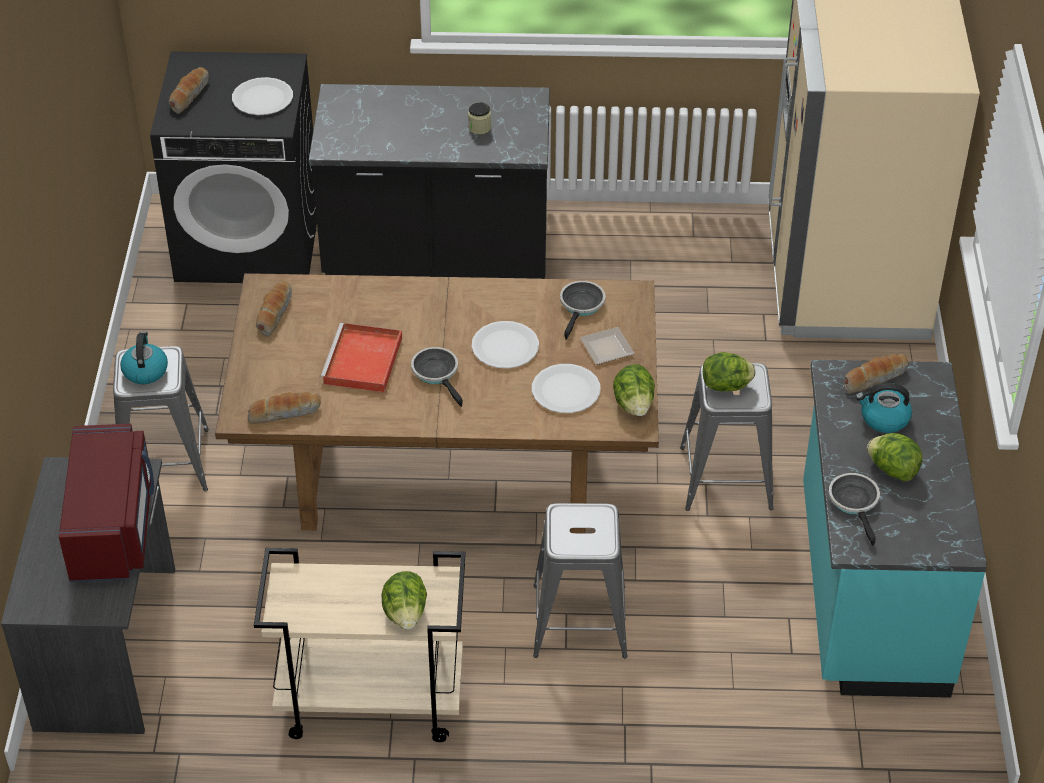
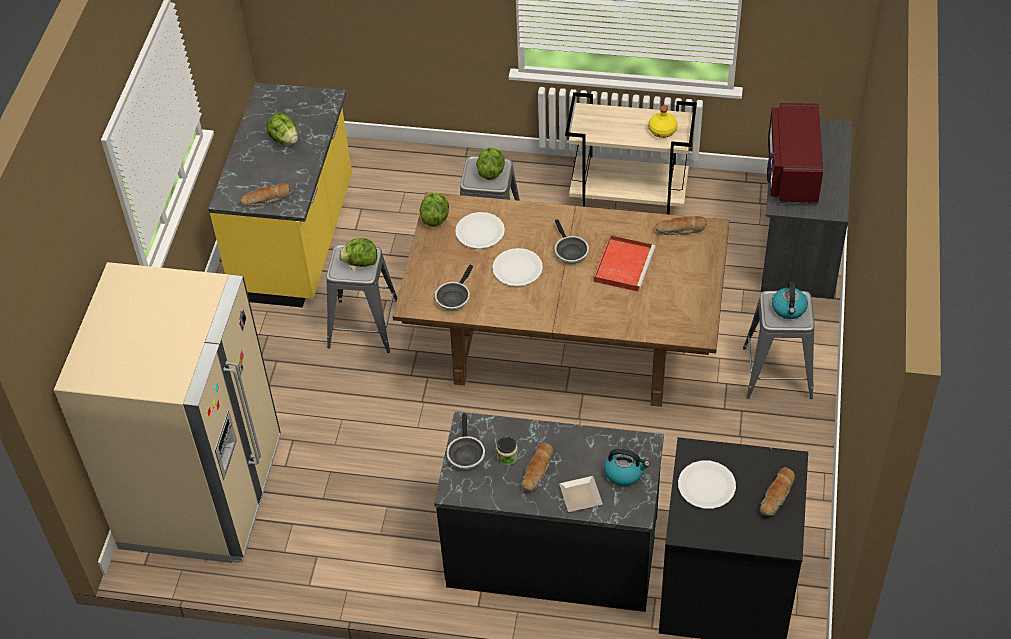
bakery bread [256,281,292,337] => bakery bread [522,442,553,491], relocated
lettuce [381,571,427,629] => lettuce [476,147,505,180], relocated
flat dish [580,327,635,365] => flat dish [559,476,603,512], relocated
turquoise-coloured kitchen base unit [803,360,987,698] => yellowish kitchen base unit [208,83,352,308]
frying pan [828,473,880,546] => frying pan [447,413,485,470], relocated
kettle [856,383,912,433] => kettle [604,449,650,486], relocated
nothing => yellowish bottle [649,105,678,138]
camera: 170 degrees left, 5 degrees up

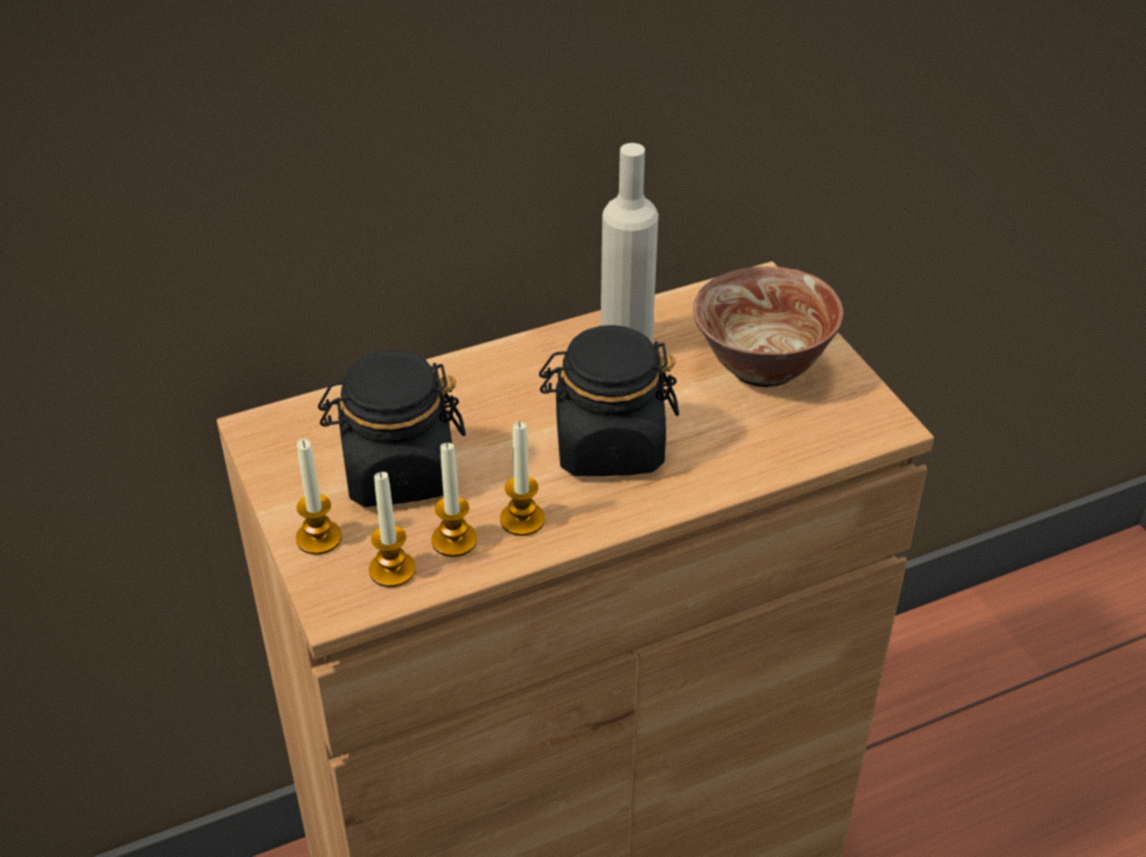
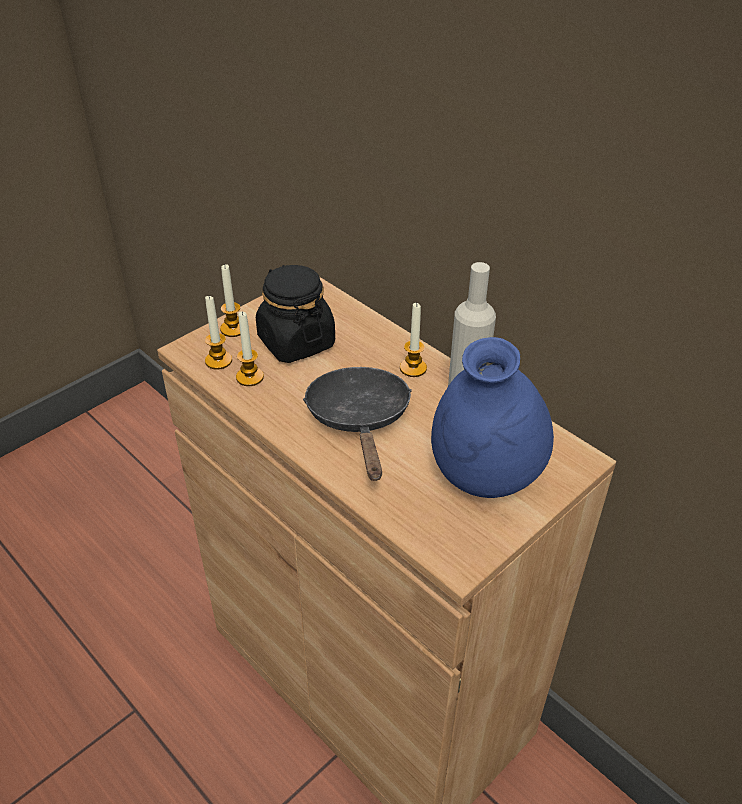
wax candle [500,422,545,536] => wax candle [400,303,427,377], relocated
black preserve jar [539,325,679,476] => black frying pan [303,367,412,481]
deep dish [693,266,844,387] => blue decorative vase [431,337,554,498]
camera: 70 degrees right, 0 degrees up

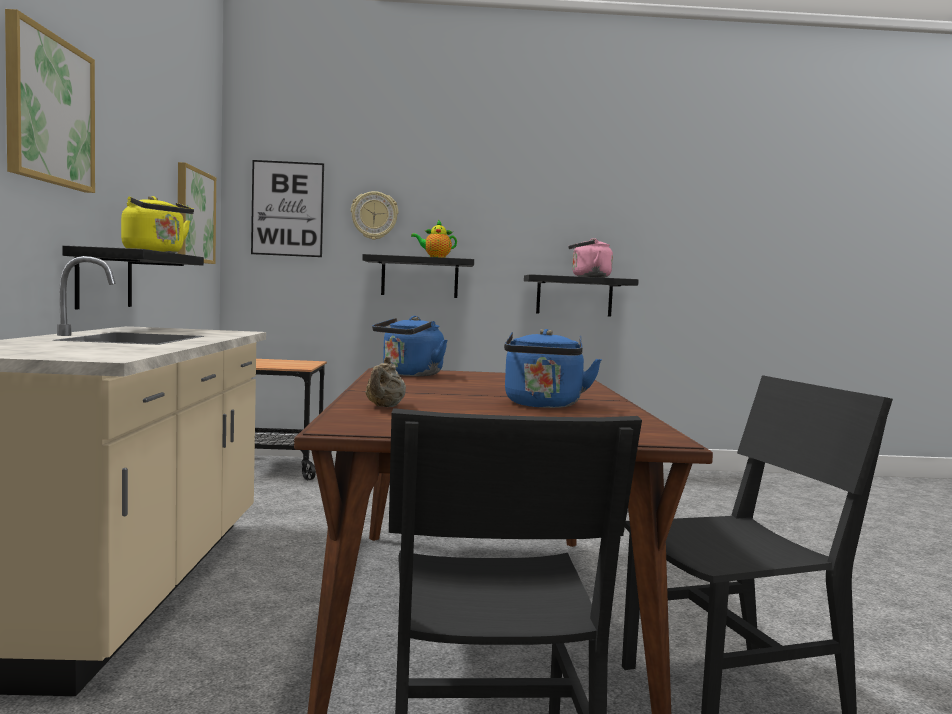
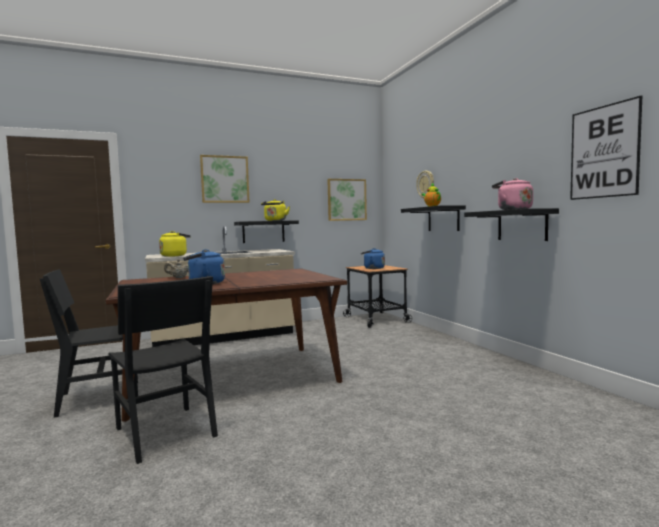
picture [251,160,324,257] => picture [570,95,642,200], relocated
blue kettle [372,316,448,376] => blue kettle [361,248,385,269], relocated
nothing => yellowish kettle [159,231,191,257]
camera: 70 degrees right, 0 degrees up

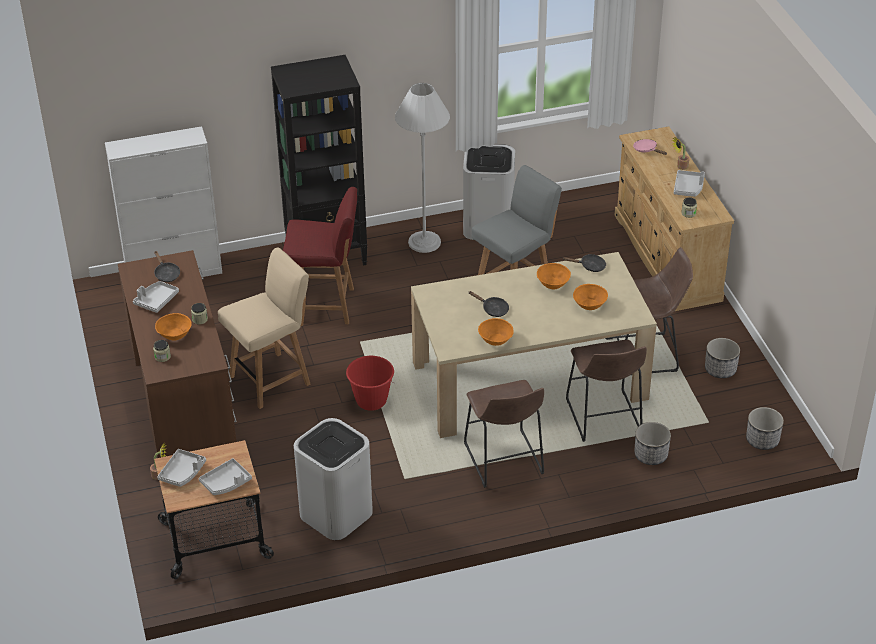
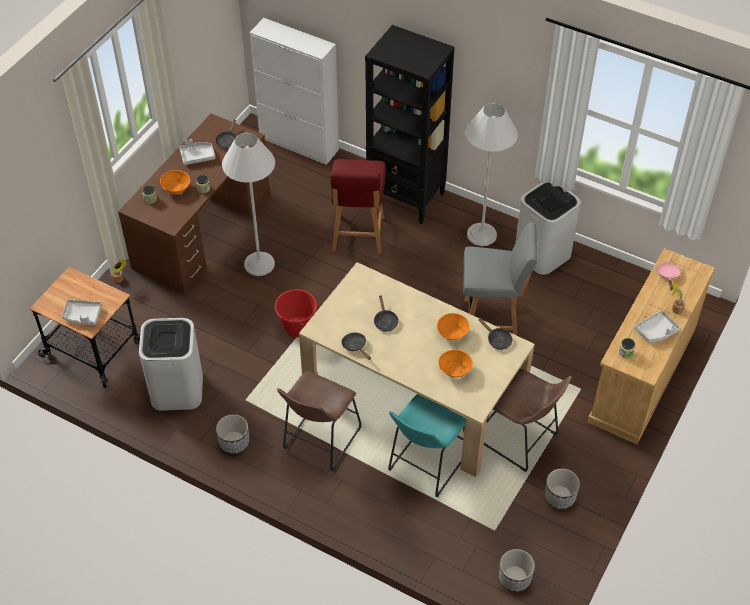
grey serving tray [157,449,206,487] => nothing
beige chair [218,247,310,409] => white-coloured standard lamp [222,132,275,276]
red chair [283,187,357,324] => red chair [330,159,386,253], 45 degrees clockwise
orange-coloured deep dish [478,318,514,346] => black frying pan [342,333,371,360]
brown-coloured stool seat [566,340,647,442] => turquoise-coloured stool seat [388,394,465,497]
plant pot [634,422,671,465] => plant pot [216,414,249,454], relocated
camera: 45 degrees right, 10 degrees up

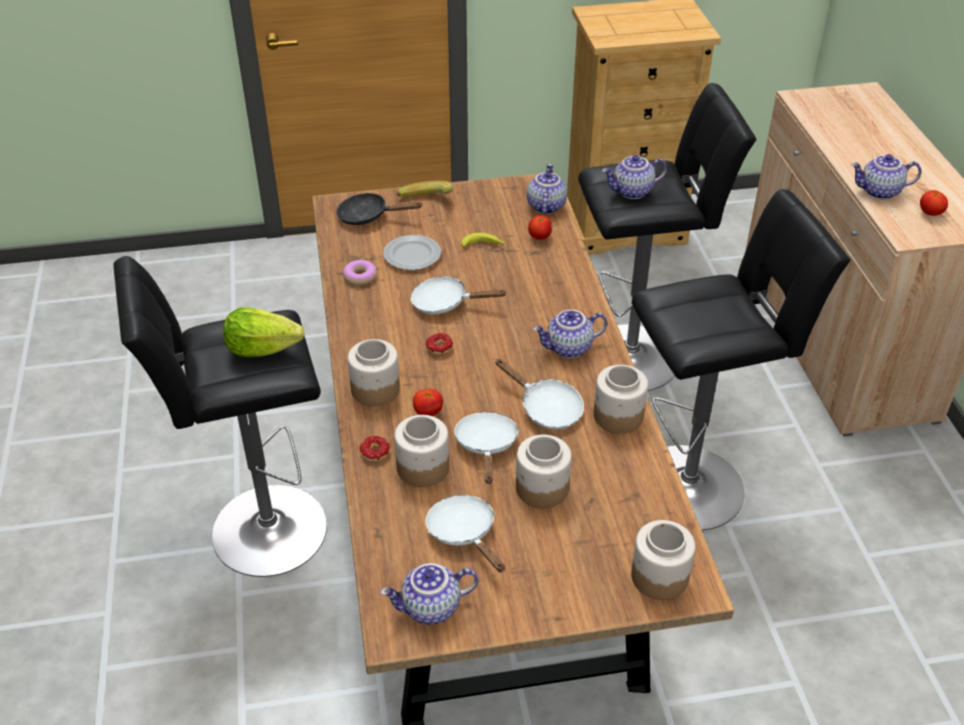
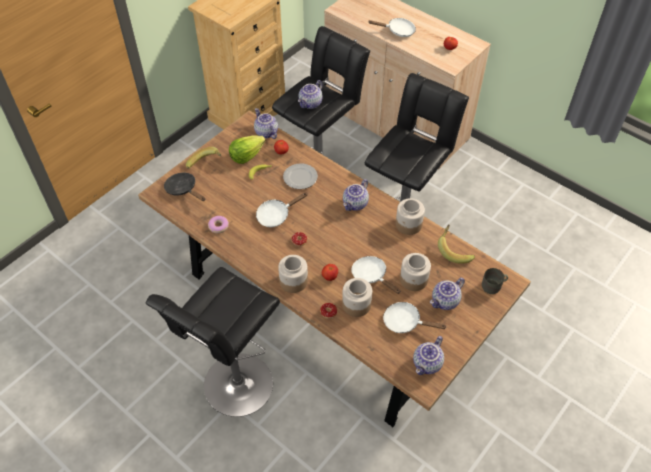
lettuce [223,307,304,357] => lettuce [229,135,265,164], relocated
black frying pan [336,193,423,225] => black frying pan [164,172,205,201], 75 degrees clockwise
flat dish [383,235,442,270] => flat dish [283,163,318,189], relocated
white-coloured frying pan [496,359,584,429] => white-coloured frying pan [369,18,416,37], relocated
preserve jar [631,520,695,600] => grey mug [482,268,508,294]
tea pot [851,154,921,200] => tea pot [430,278,465,310], relocated
nothing => banana [438,224,475,264]
camera: 40 degrees left, 10 degrees up

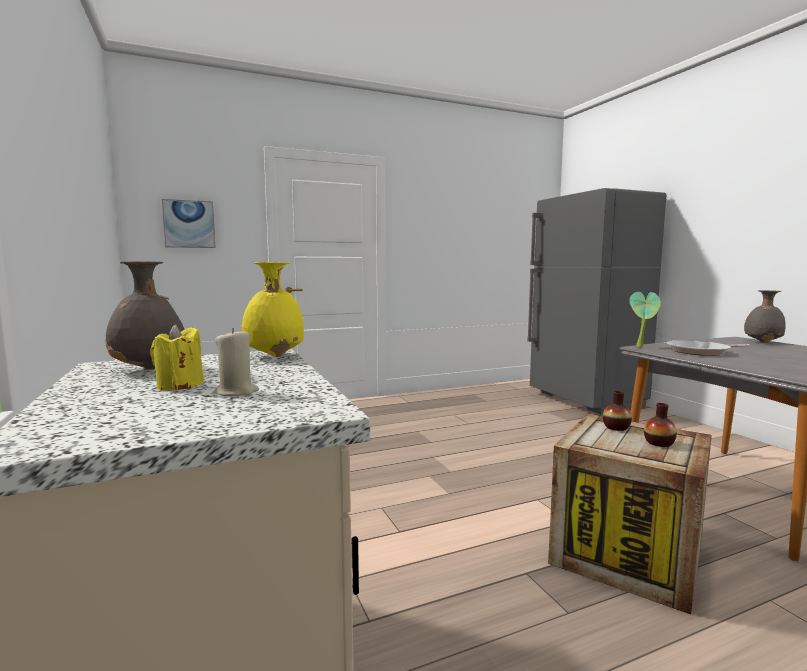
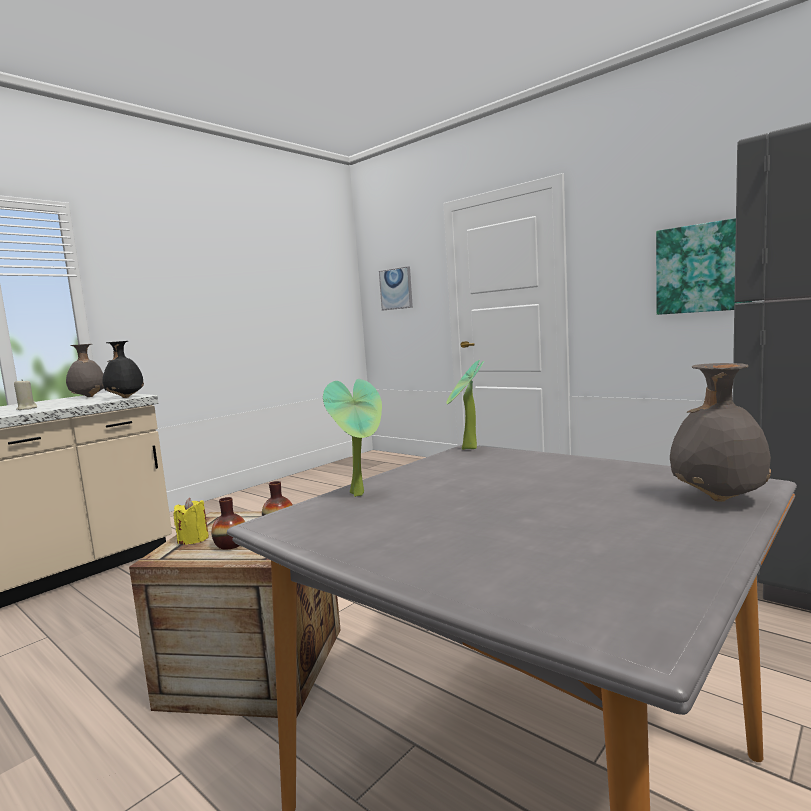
yellowish wax candle [150,324,204,390] => yellowish wax candle [174,498,209,544], relocated
yellowish decorative vase [242,262,304,357] => black decorative vase [102,341,144,398]
frying pan [667,340,750,356] => nothing
nothing => plant in a pot [323,379,382,497]
nothing => picture [656,218,752,315]
camera: 65 degrees right, 0 degrees up

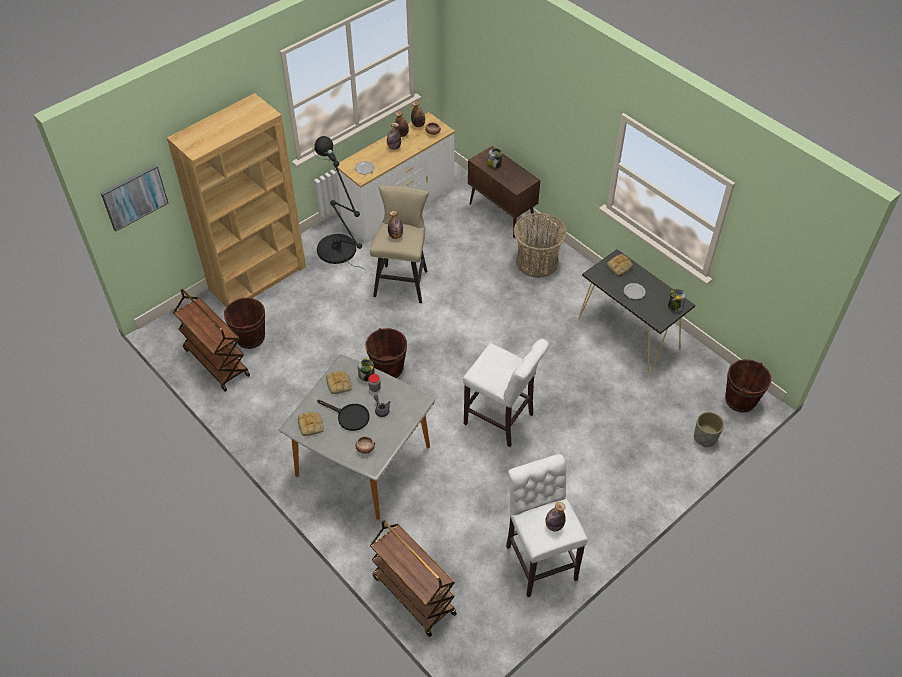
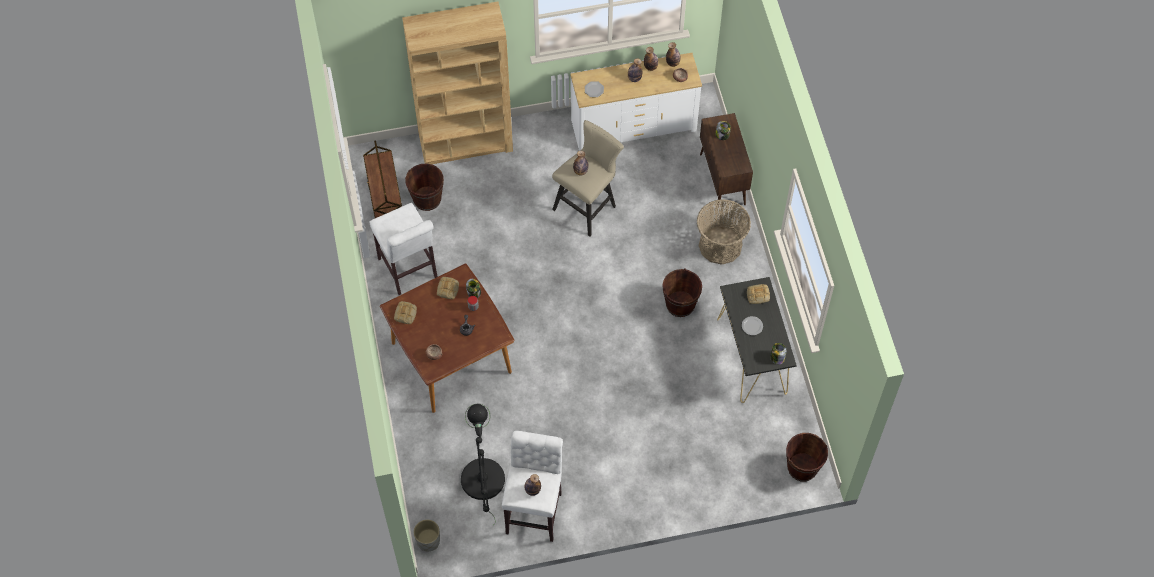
picture [101,165,169,231] => nothing
grey dining table [278,355,435,520] => brown-coloured dining table [380,263,515,413]
black standard lamp [313,136,366,271] => black standard lamp [461,404,505,524], relocated
black frying pan [317,400,370,431] => nothing
brown-coloured bucket [366,328,407,378] => brown-coloured bucket [662,268,702,317], relocated
brown-coloured trolley [370,521,457,637] => nothing
white-coloured stool seat [463,339,549,447] => white-coloured stool seat [370,203,438,295], relocated
grey plant pot [694,412,724,447] => grey plant pot [414,519,440,551], relocated
camera: 30 degrees right, 10 degrees up

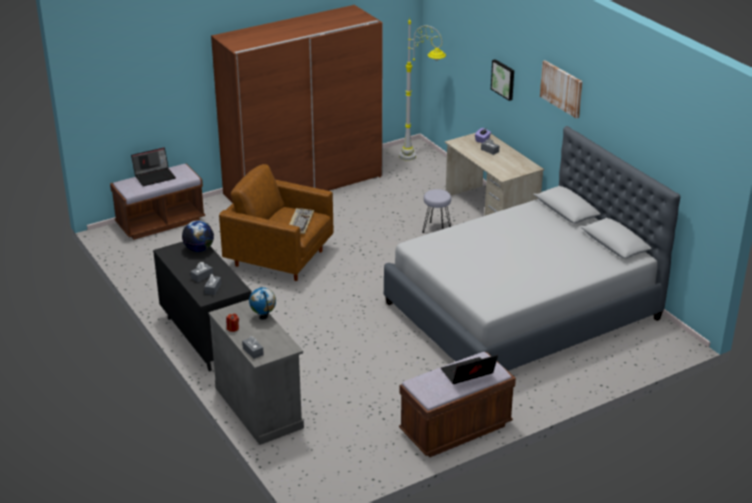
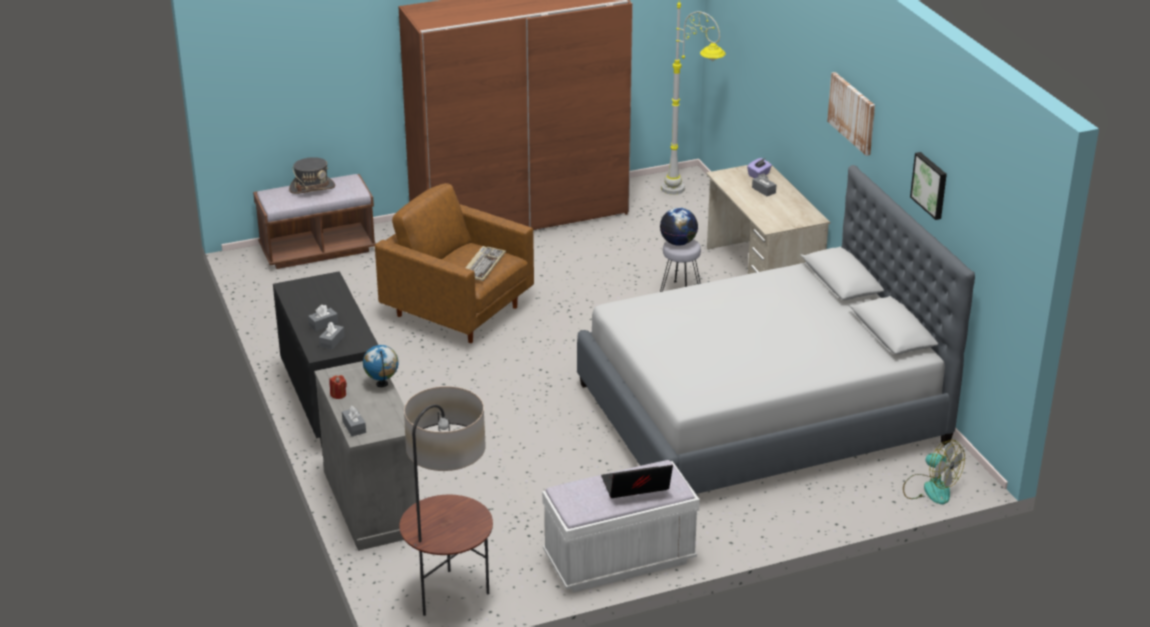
laptop [131,147,176,186] => grey wearable hat [289,157,335,194]
globe [182,221,214,252] => globe [660,208,698,245], relocated
brown-coloured bench [399,352,516,457] => white-coloured bench [542,460,700,593]
picture [491,59,514,101] => picture [910,152,947,220], relocated
nothing => standard lamp [400,386,493,616]
nothing => cooling fan [903,440,965,504]
camera: 10 degrees right, 0 degrees up

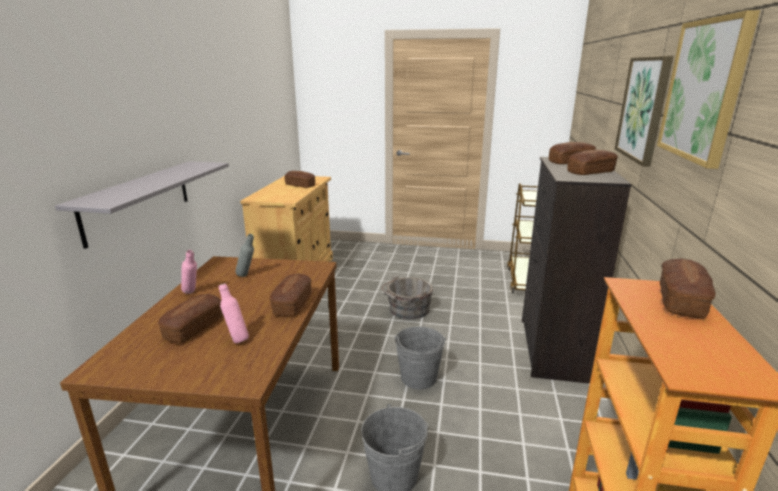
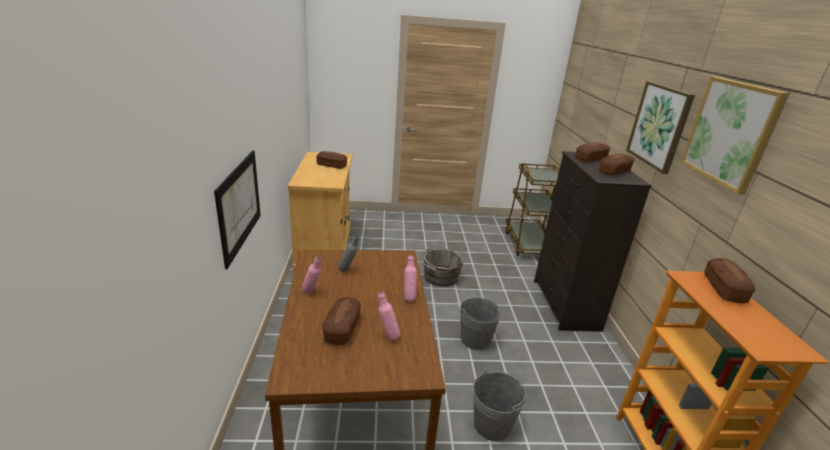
grey bracket shelf [55,161,229,249] => picture [214,151,261,269]
bakery bread [270,273,312,317] => pinkish bottle [404,255,417,301]
camera: 15 degrees left, 5 degrees up

